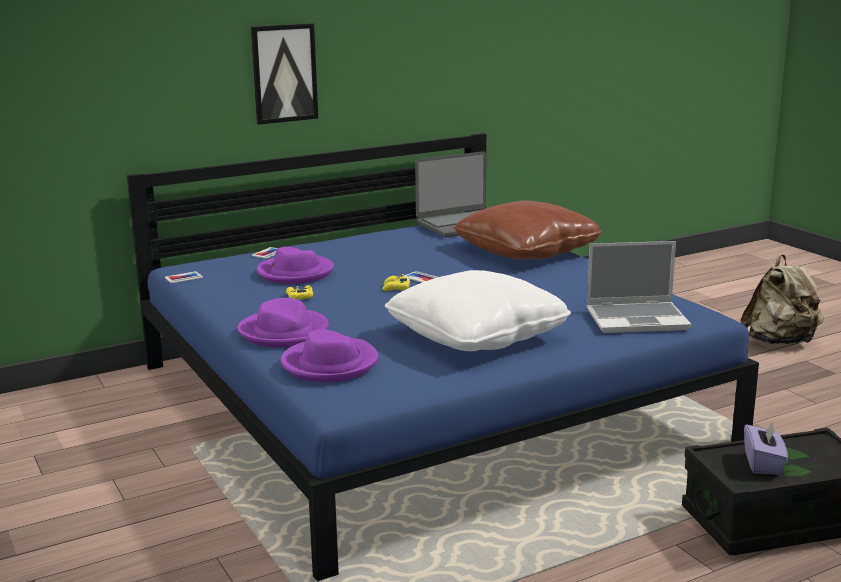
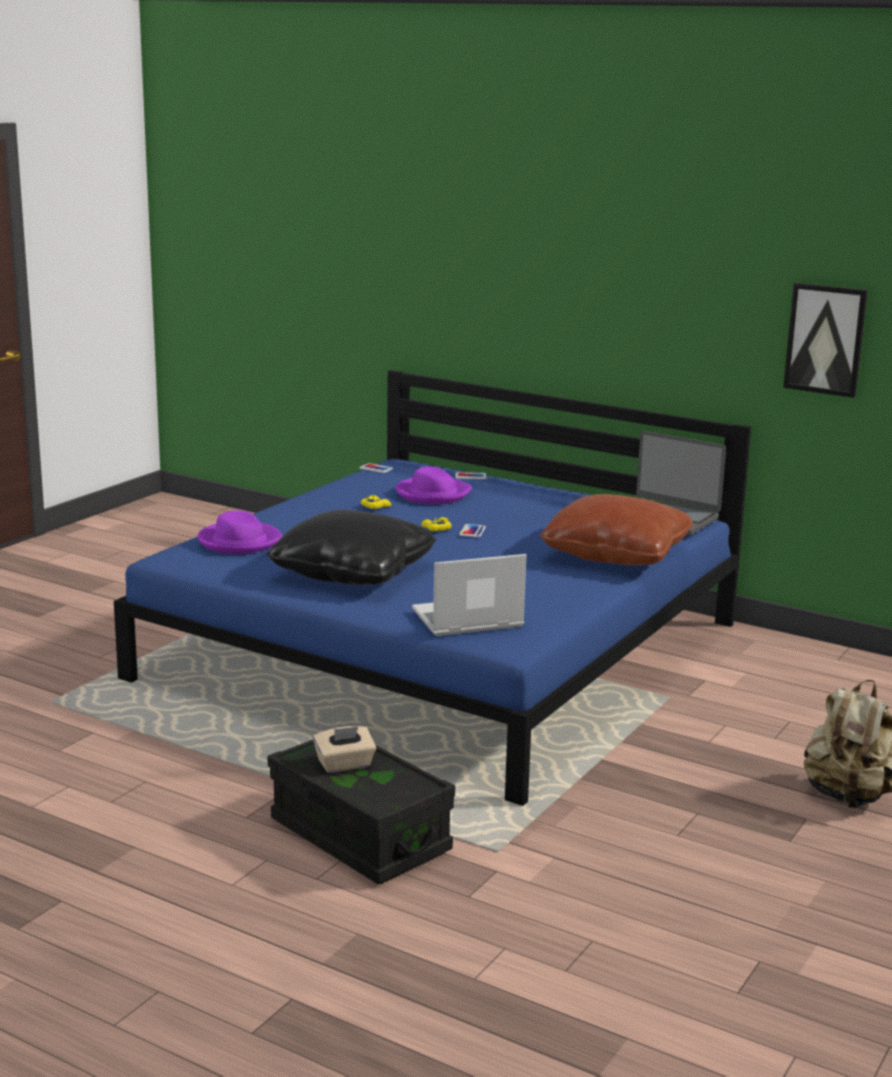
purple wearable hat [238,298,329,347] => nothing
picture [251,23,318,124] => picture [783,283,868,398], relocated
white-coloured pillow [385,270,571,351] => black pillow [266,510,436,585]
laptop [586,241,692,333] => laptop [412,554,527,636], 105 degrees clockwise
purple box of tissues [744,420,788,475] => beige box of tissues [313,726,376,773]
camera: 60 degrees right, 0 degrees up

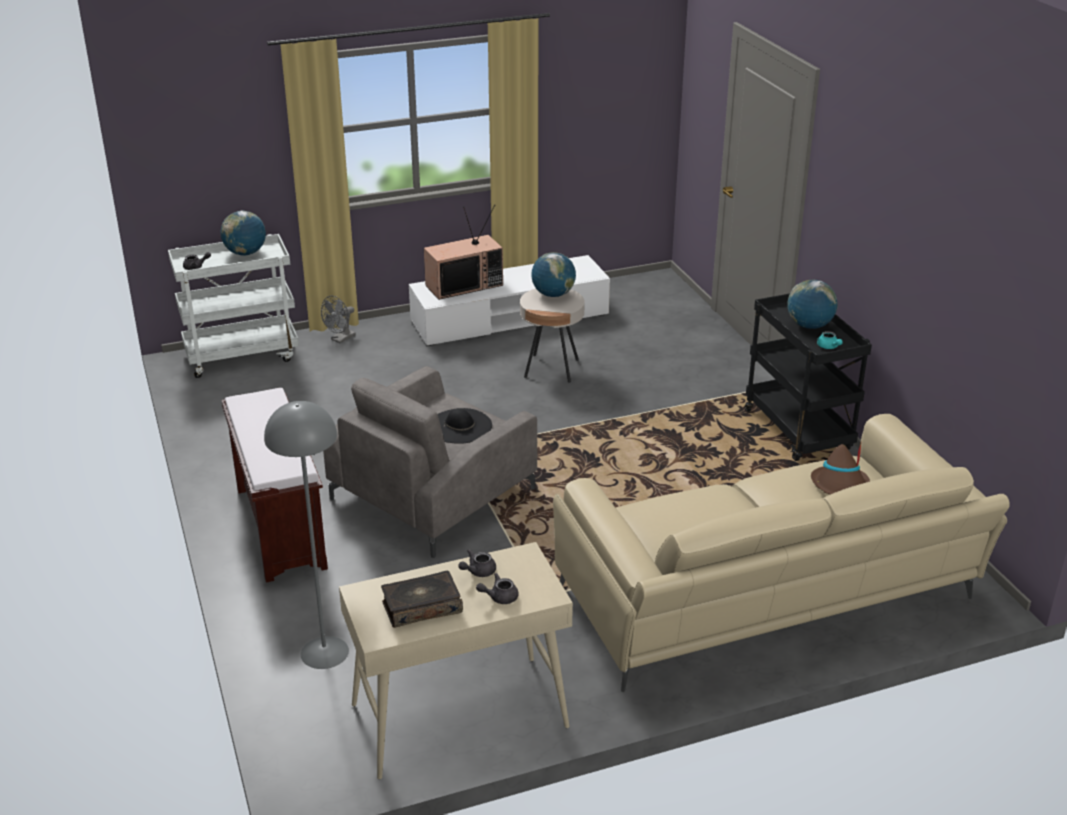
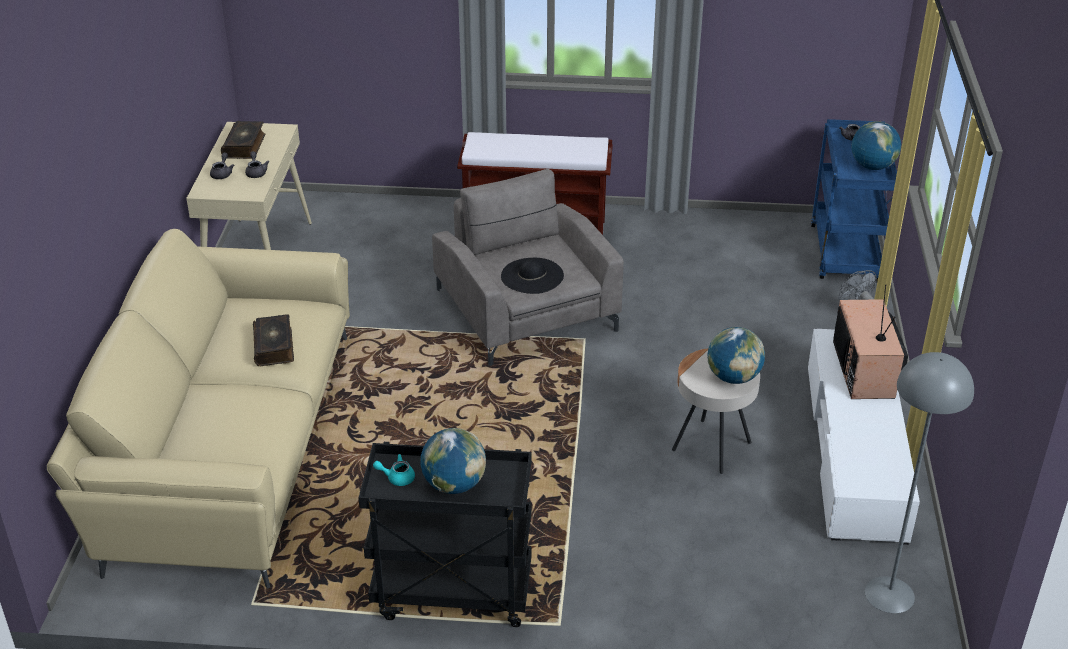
white-coloured trolley [168,234,299,378] => blue trolley [811,119,897,281]
grey standard lamp [264,401,349,669] => grey standard lamp [865,352,974,613], relocated
brown-coloured wearable hat [811,444,870,495] => nothing
nothing => bound book [253,314,294,366]
camera: 115 degrees right, 5 degrees up

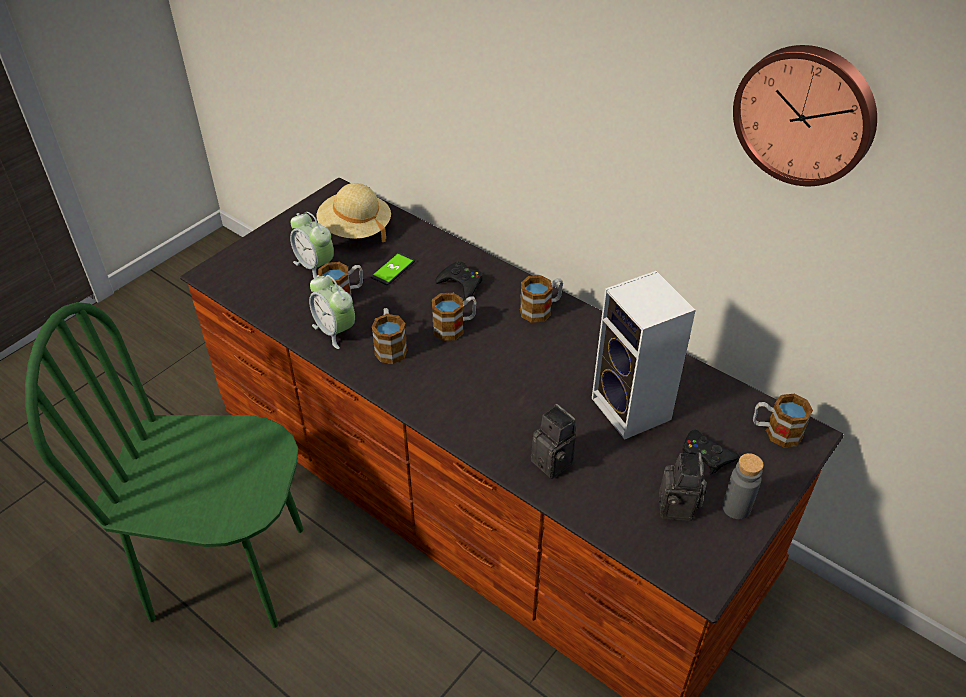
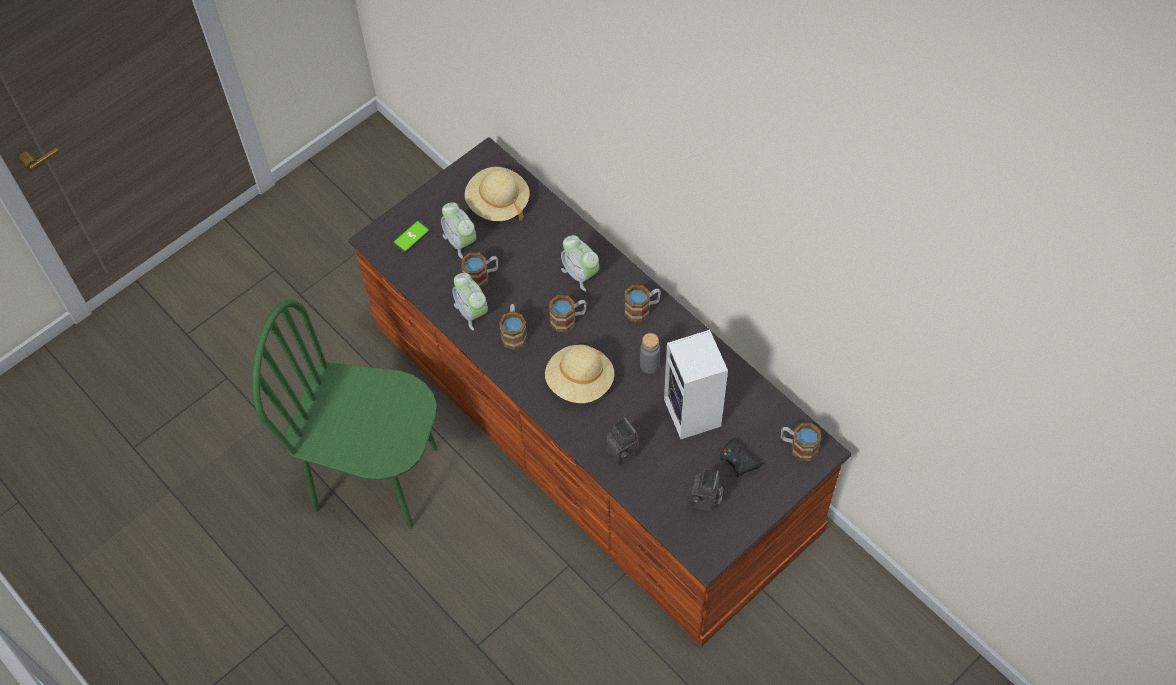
handset [371,252,415,285] => handset [391,220,431,254], relocated
black game controller [435,261,482,299] => bedside clock [561,235,599,292]
grey bottle [722,453,764,519] => grey bottle [640,333,660,374], relocated
hanging clock [733,45,877,186] => nothing
nothing => beige wearable hat [545,345,614,403]
camera: 10 degrees right, 15 degrees up

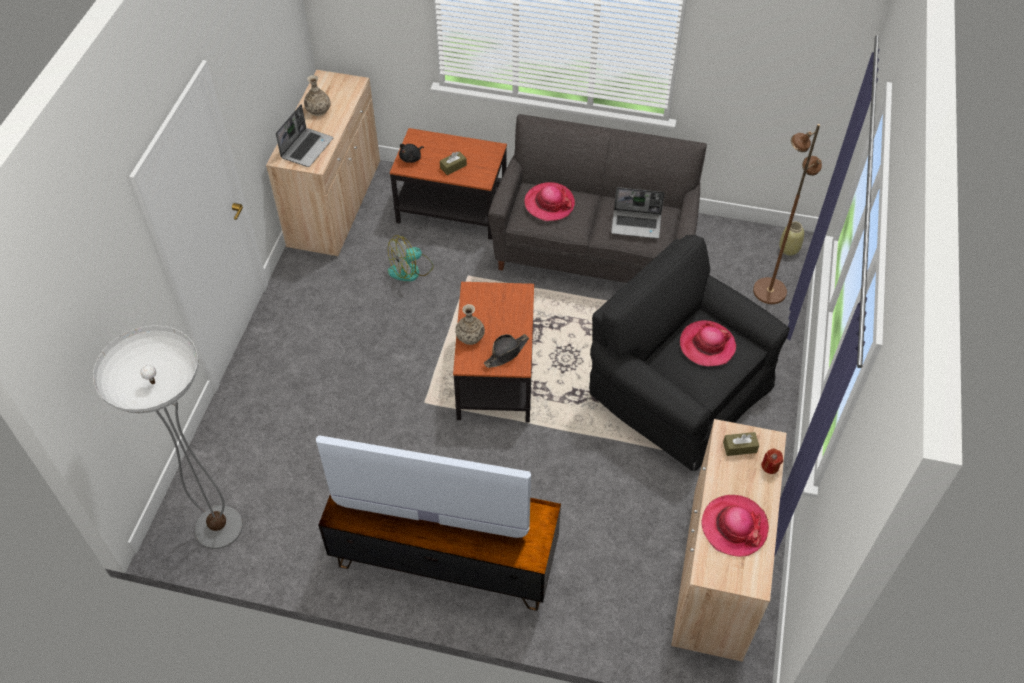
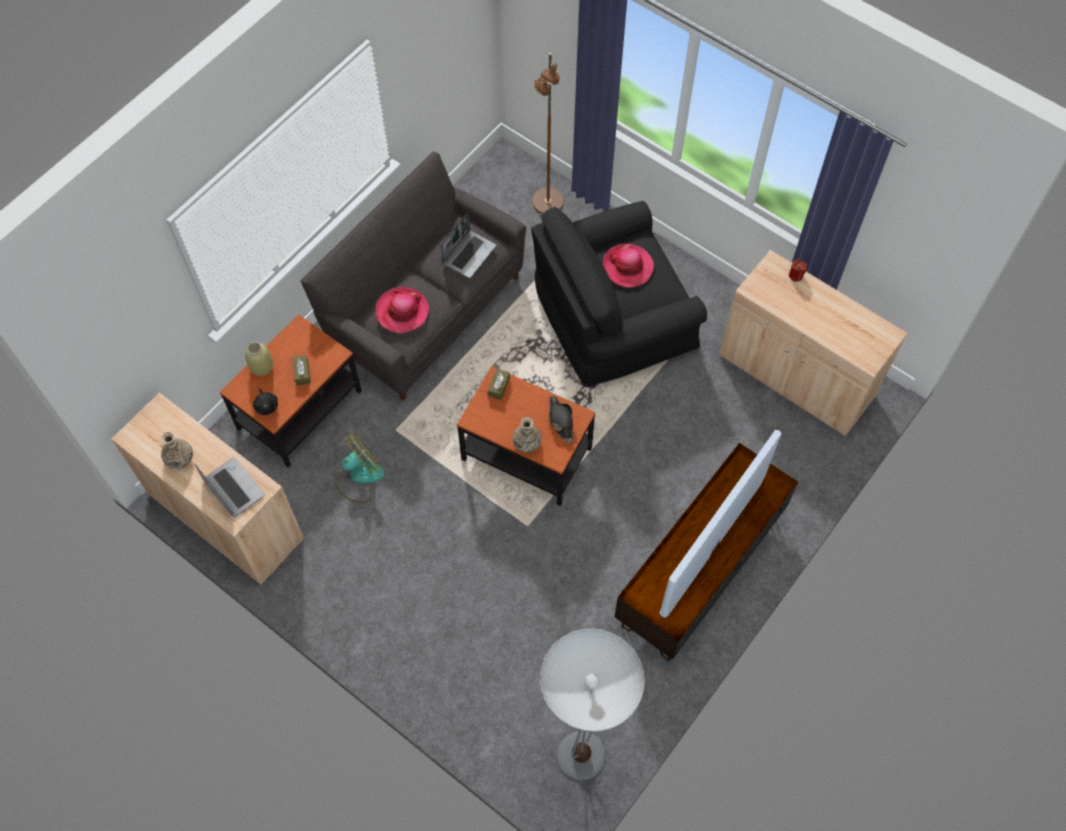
cooling fan [388,235,434,281] => cooling fan [335,433,385,503], 120 degrees counterclockwise
wearable hat [702,495,769,557] => nothing
brown-coloured box of tissues [723,432,759,456] => brown-coloured box of tissues [488,369,510,400], relocated
beige decorative vase [779,222,804,256] => beige decorative vase [245,342,273,376], relocated
camera: 65 degrees left, 10 degrees up

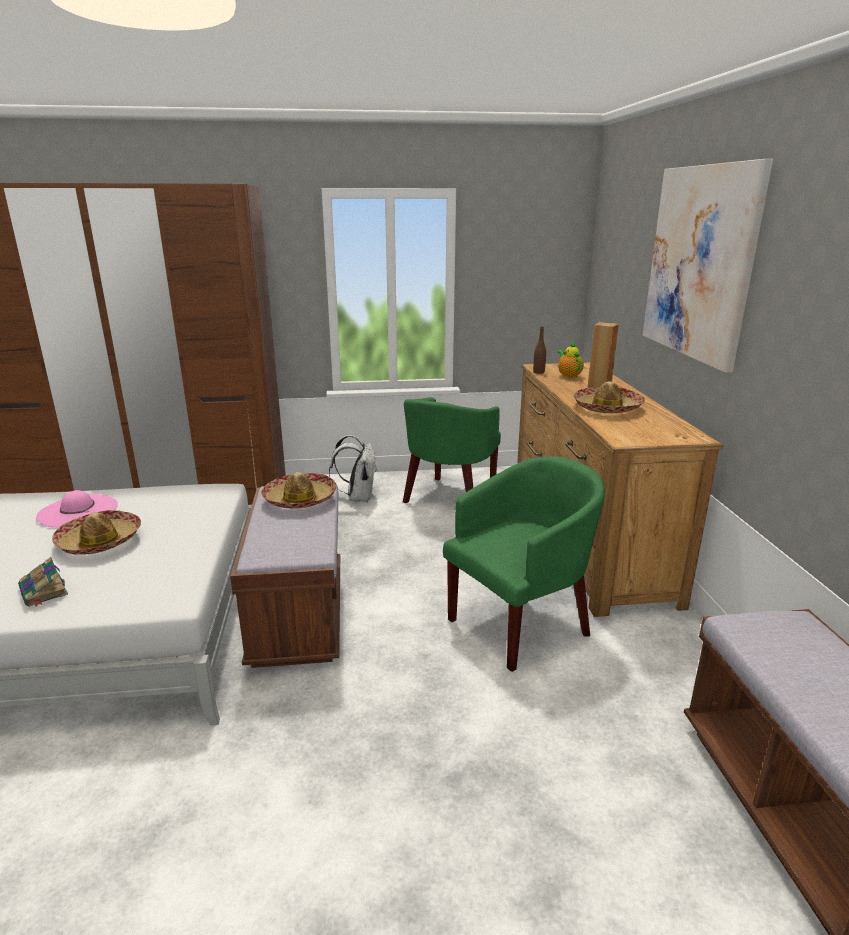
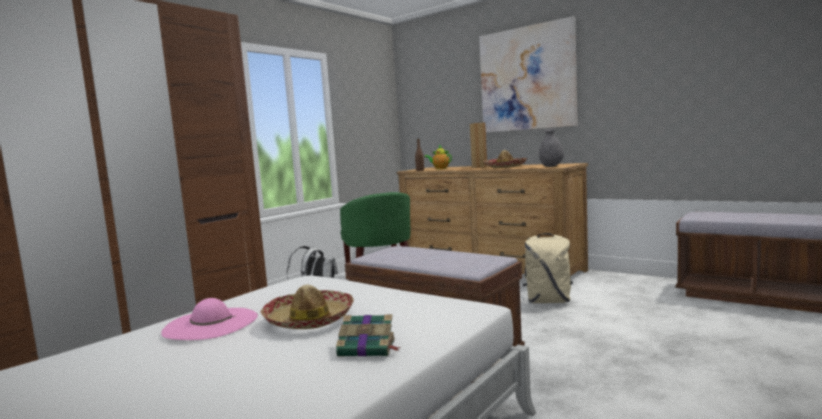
wearable hat [261,472,337,508] => nothing
green-coloured easy chair [443,456,605,672] => beige backpack [523,233,573,303]
nothing => grey decorative vase [539,129,564,167]
camera: 45 degrees left, 15 degrees down

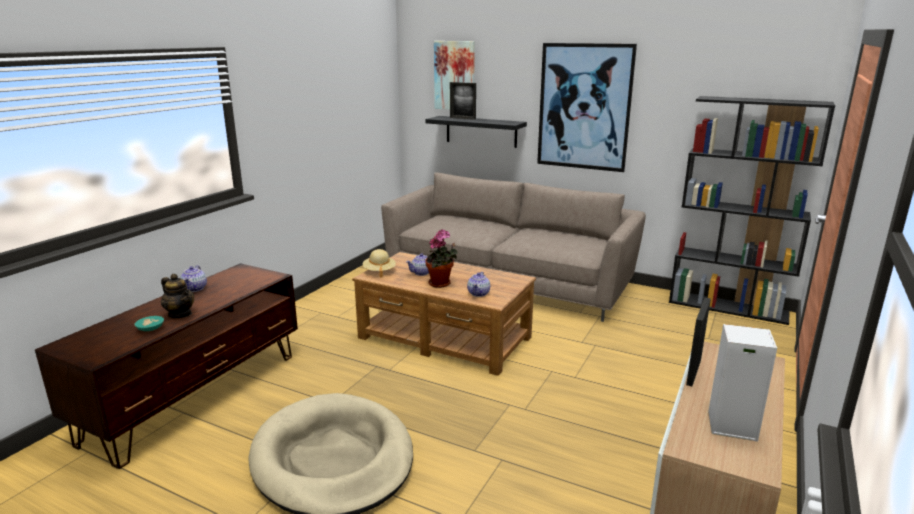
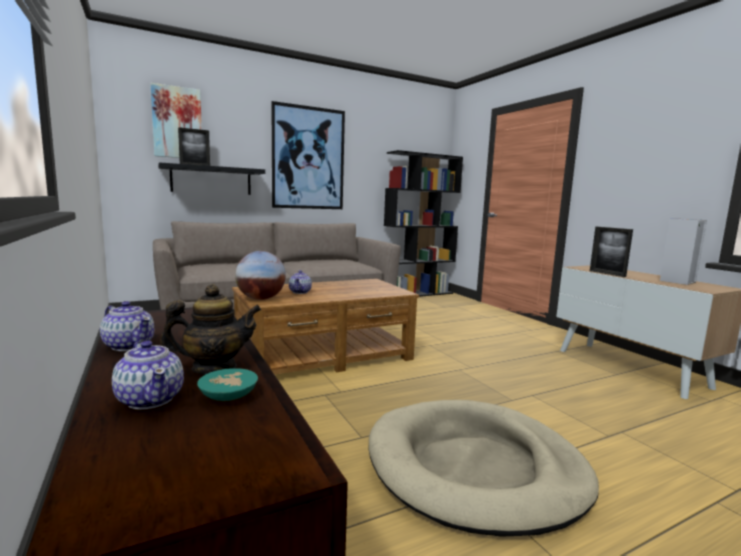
beige wearable hat [363,249,396,278] => globe [235,251,286,300]
plant in a pot [425,229,458,288] => nothing
tea pot [467,272,490,297] => tea pot [112,340,184,410], relocated
camera: 55 degrees left, 10 degrees down

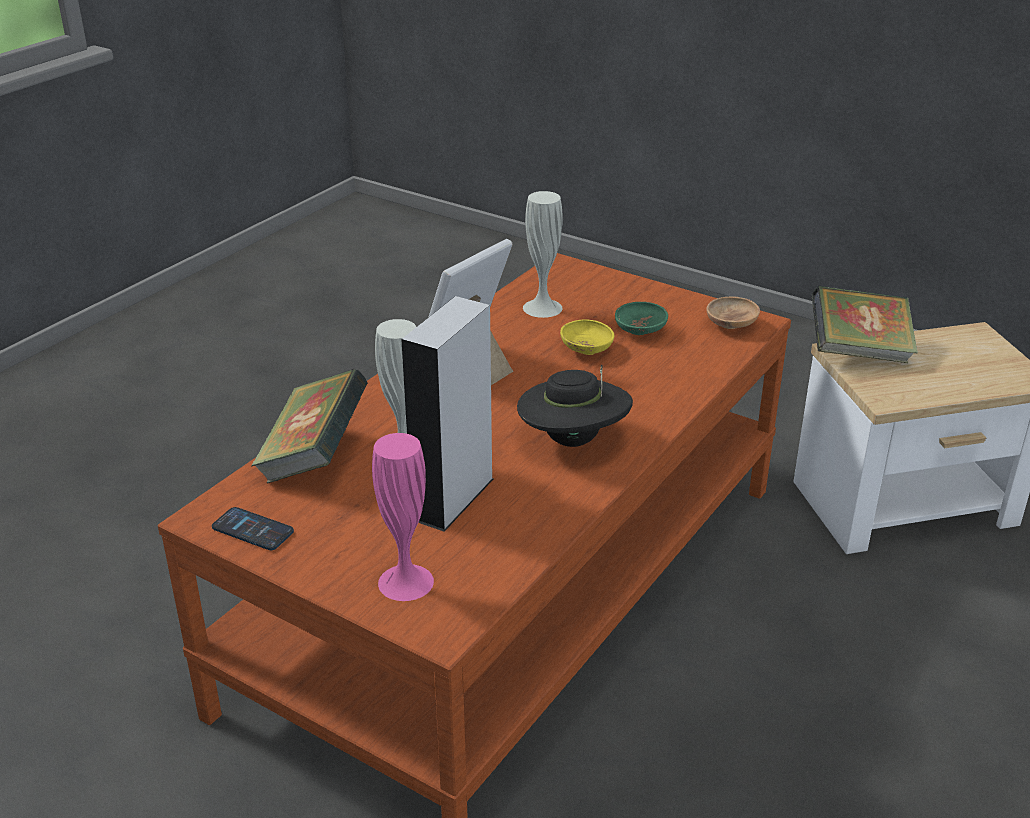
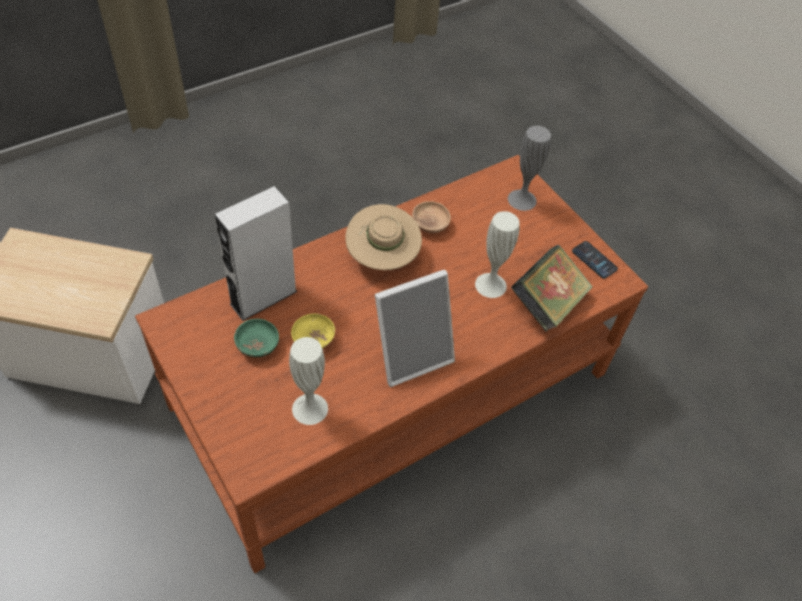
pinkish decorative vase [372,433,434,601] => grey decorative vase [508,126,551,211]
grey audio speaker [401,296,493,532] => grey audio speaker [215,186,297,321], relocated
black wearable hat [517,365,633,447] => beige wearable hat [345,204,422,270]
brown-coloured deep dish [706,297,760,329] => brown-coloured deep dish [412,201,451,233], relocated
bound book [812,286,918,363] => nothing
camera: 160 degrees left, 20 degrees up

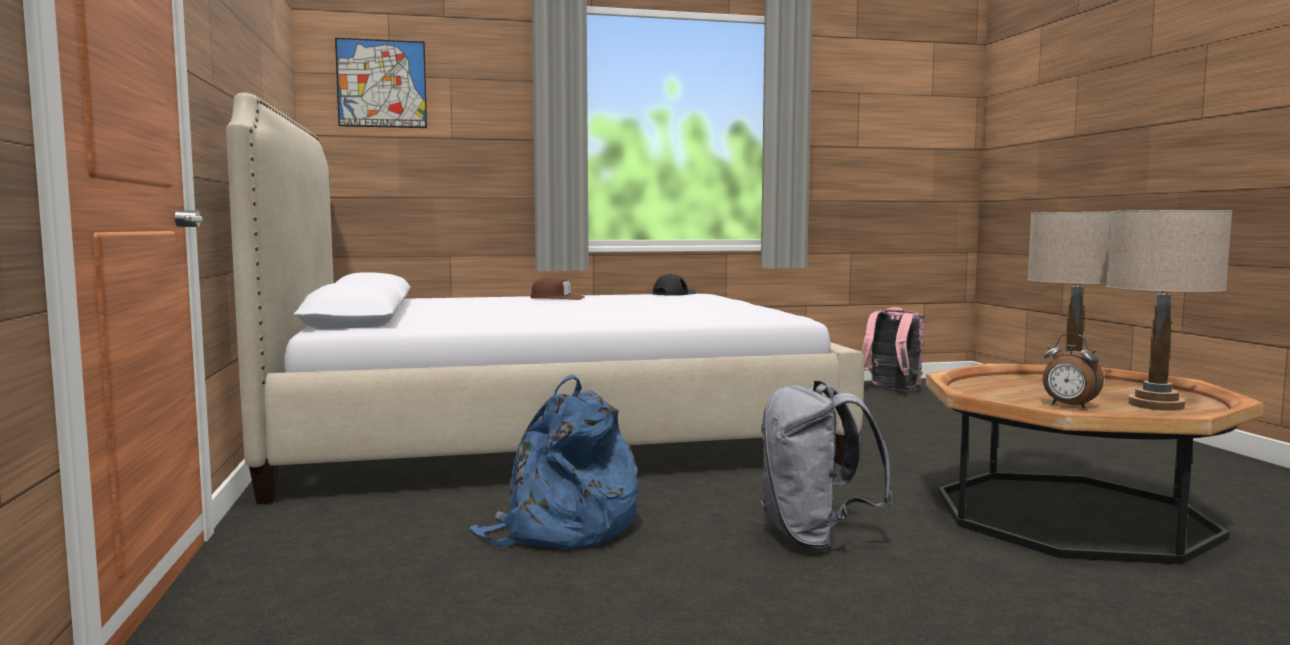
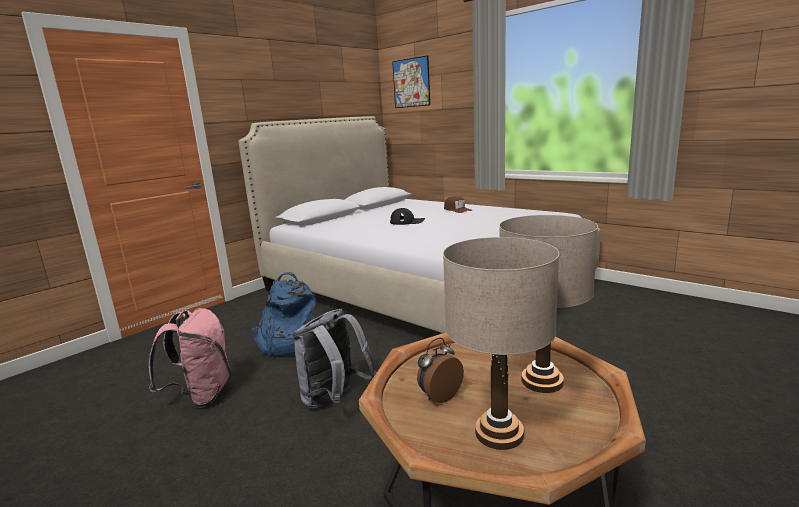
black cap [653,274,697,296] => black cap [390,208,425,225], relocated
pinkish backpack [861,307,925,391] => pinkish backpack [148,308,231,408], relocated
bedside clock [1043,334,1104,408] => bedside clock [417,338,464,403], 45 degrees clockwise
camera: 55 degrees right, 10 degrees up

